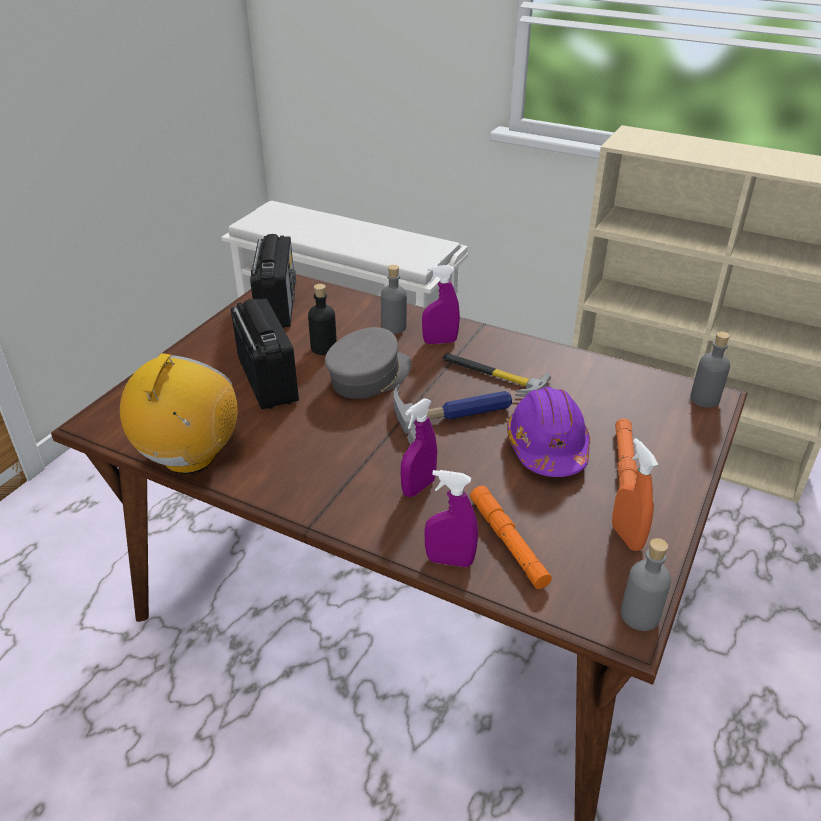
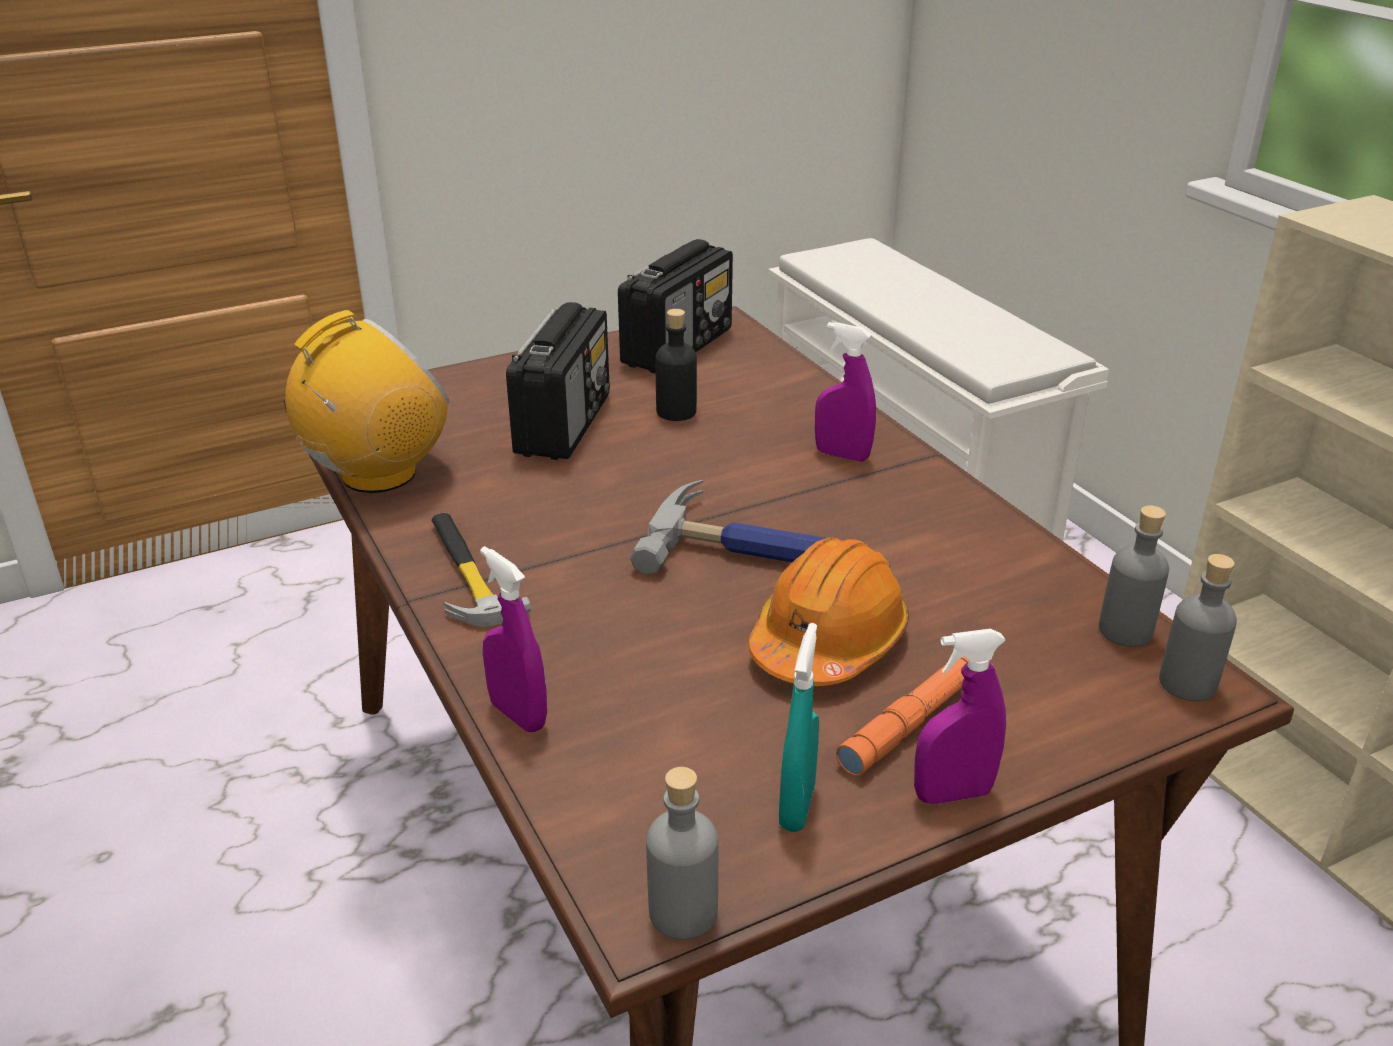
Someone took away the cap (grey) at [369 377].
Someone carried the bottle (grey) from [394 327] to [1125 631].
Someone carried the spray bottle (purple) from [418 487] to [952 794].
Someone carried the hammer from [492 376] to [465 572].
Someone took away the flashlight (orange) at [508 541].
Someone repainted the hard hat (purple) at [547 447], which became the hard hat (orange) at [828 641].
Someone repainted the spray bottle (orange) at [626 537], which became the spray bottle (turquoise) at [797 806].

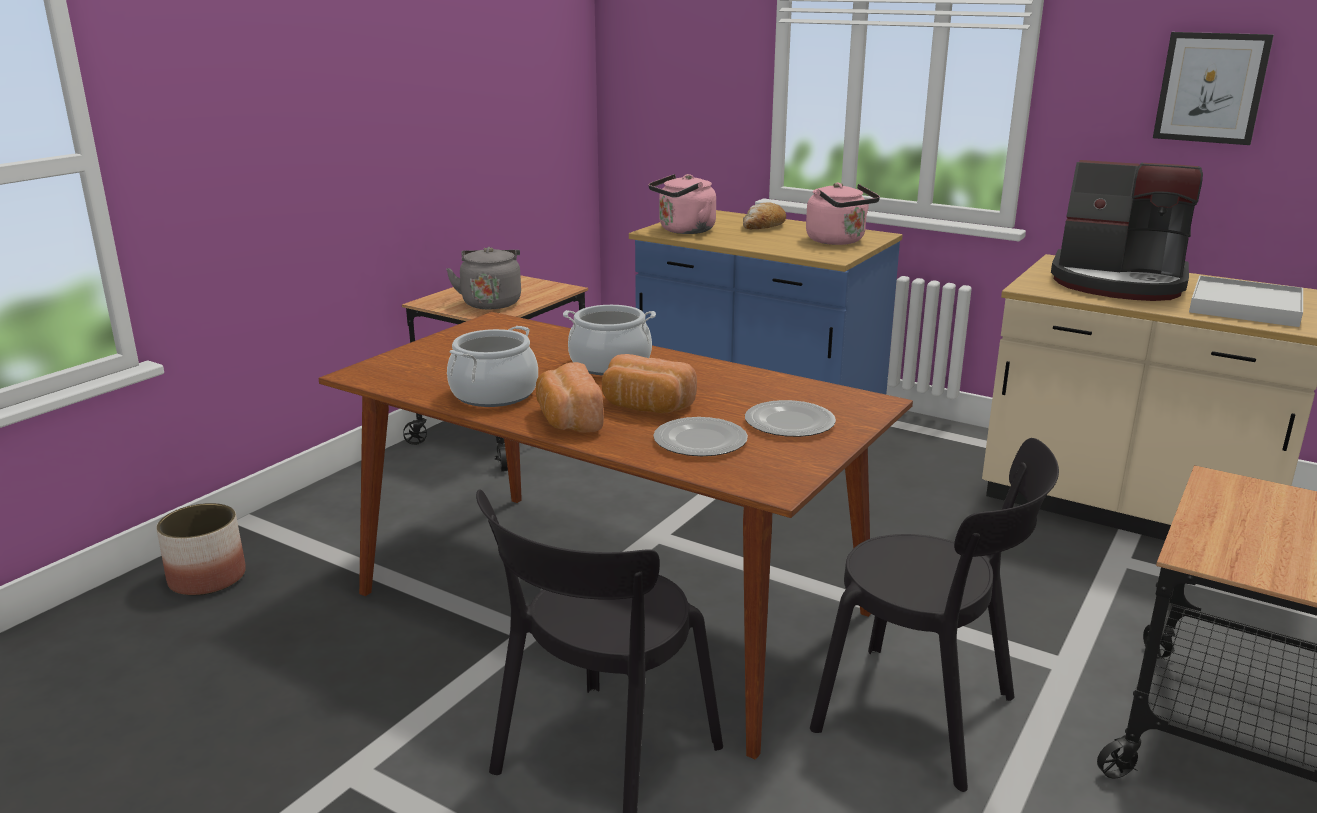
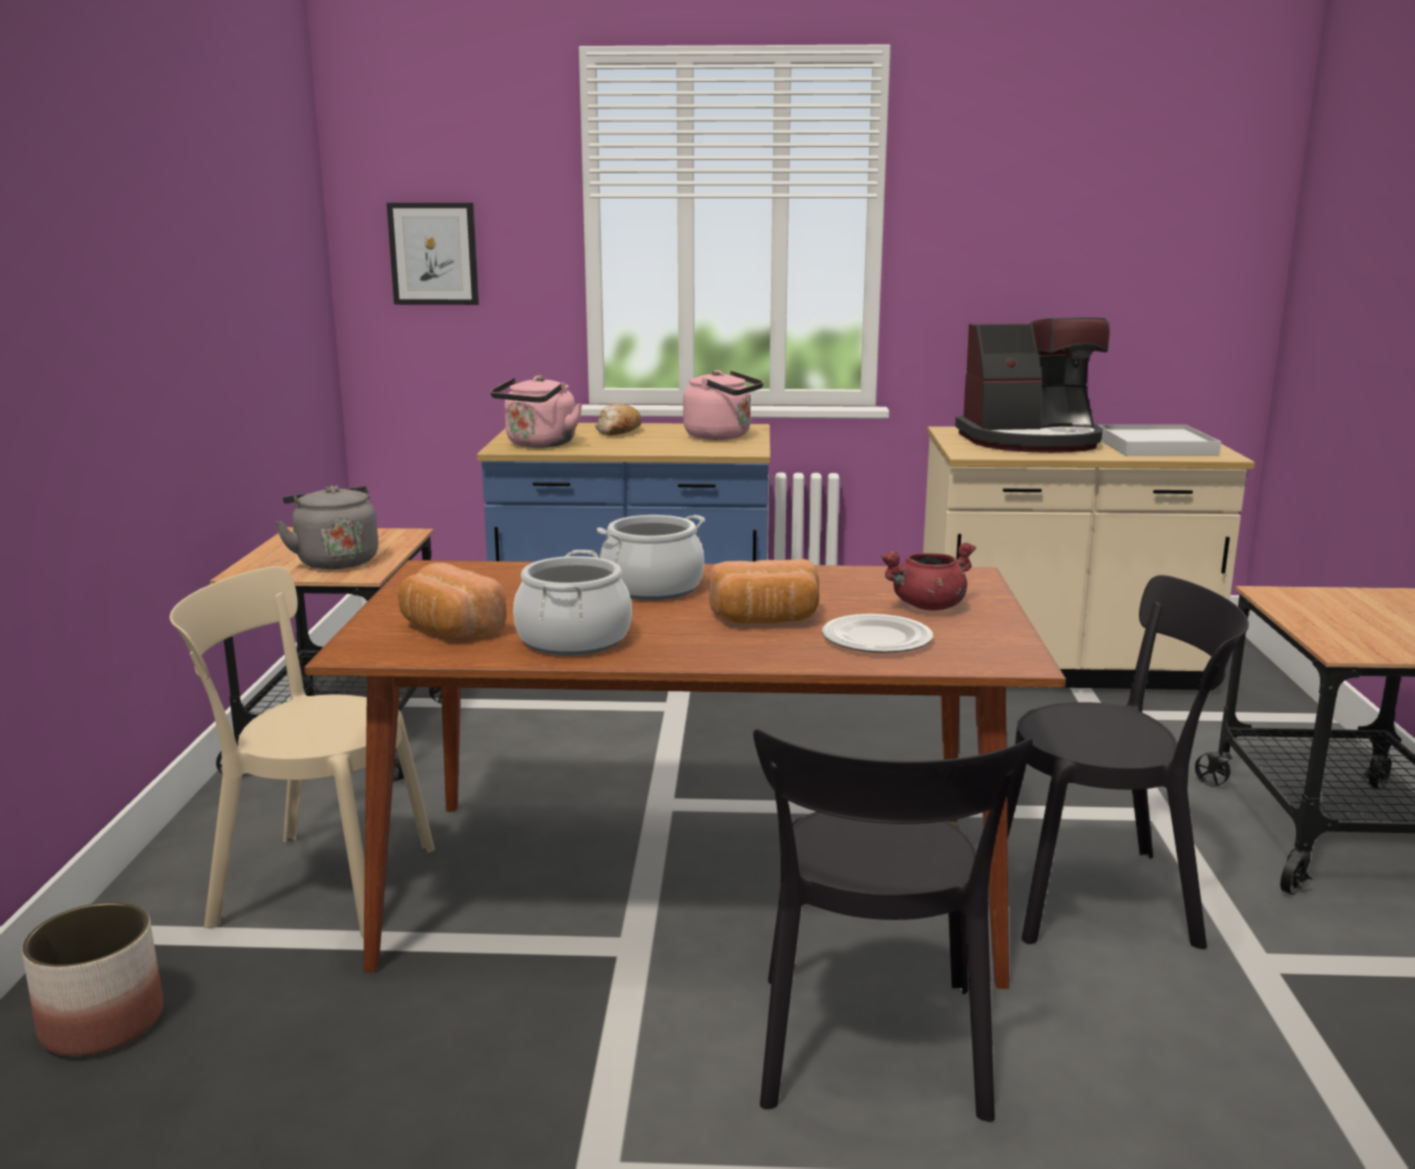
Someone carried the bread from [567 420] to [448 629].
Someone swapped the plate at [788 423] for the cooking pot (red) at [928 607].
Someone carried the picture from [1211 88] to [433 254].
Someone put down the chair (beige) at [315 884].

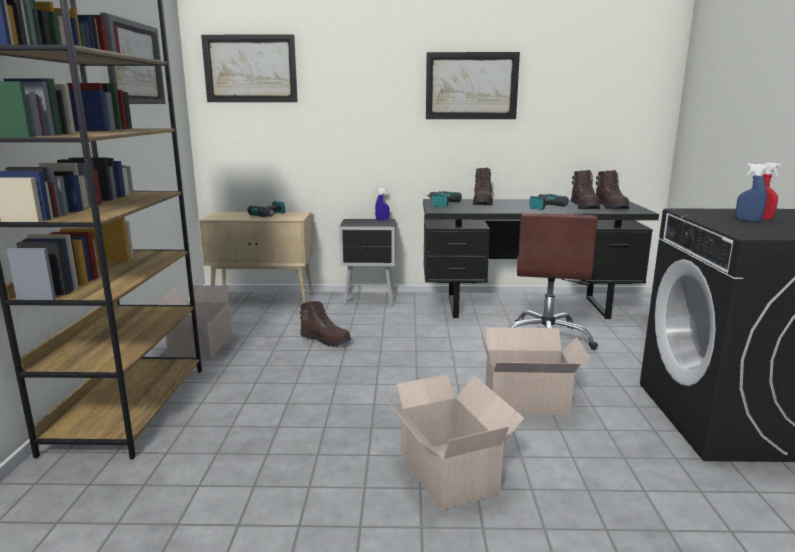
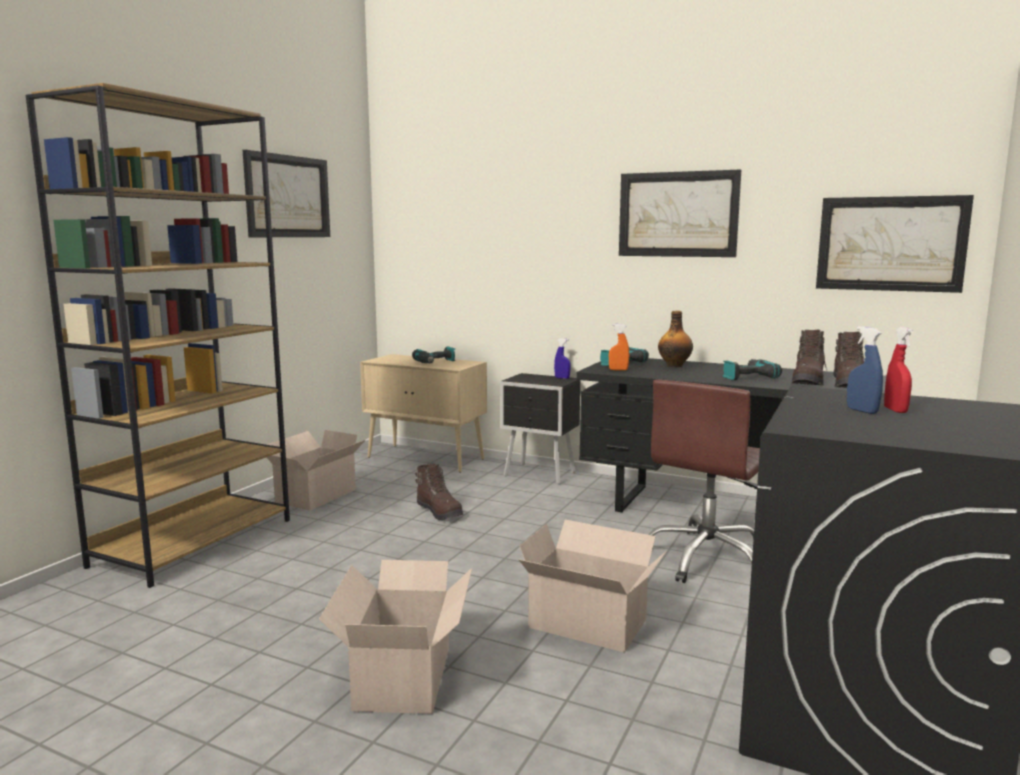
Someone carried the picture from [250 69] to [890 244].
Someone swapped the boot (brown) at [482 203] for the bottle at [675 366].
Someone put down the spray bottle (orange) at [618 370].

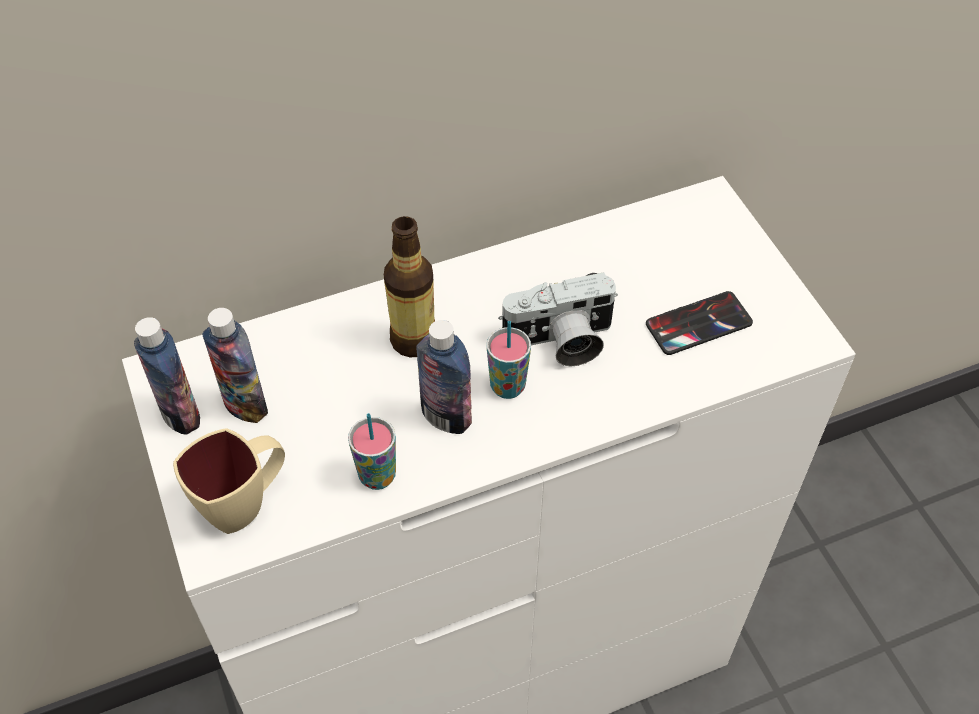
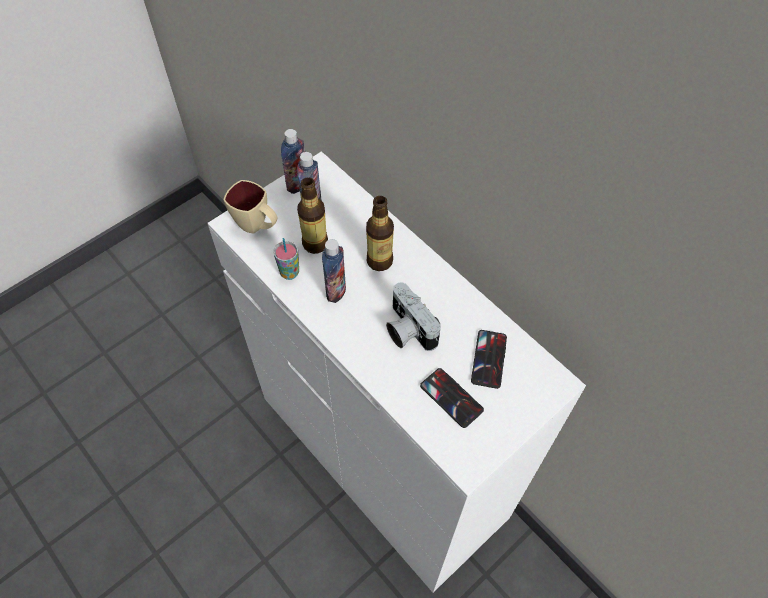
Someone took away the cup at [507 387].
Someone put down the bottle at [315 243].
Someone put down the phone at [489 359].

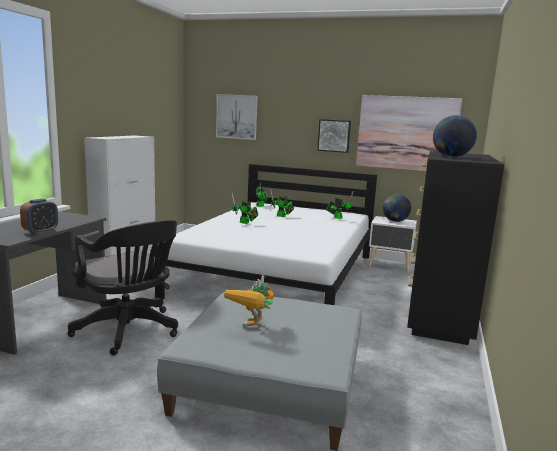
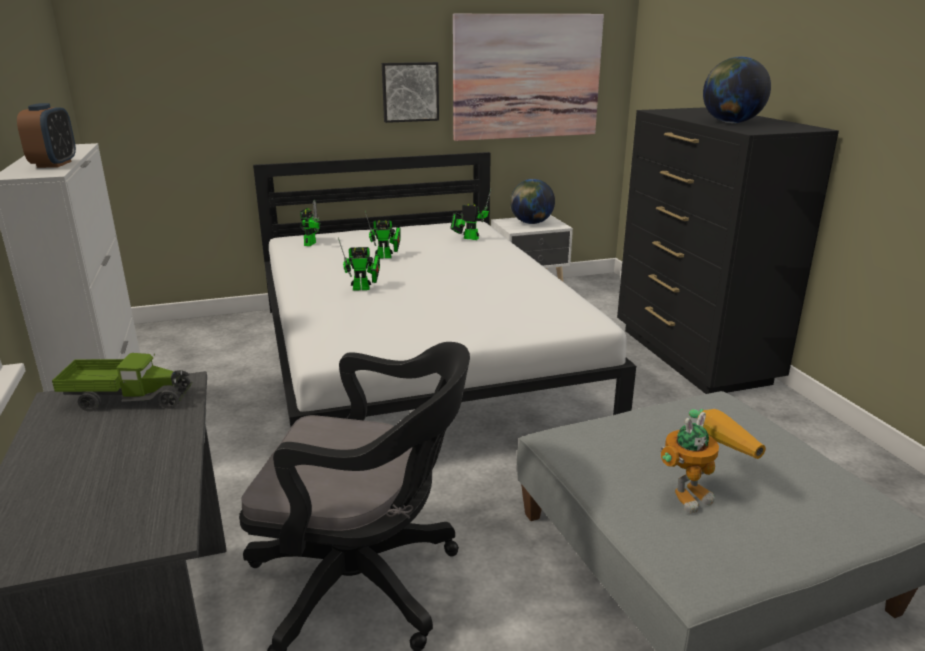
Someone carried the alarm clock from [40 231] to [54 164].
Someone took away the picture at [236 117].
Someone rotated the toy robot at [253 329] by 105 degrees counterclockwise.
Someone put down the toy truck at [128 399].

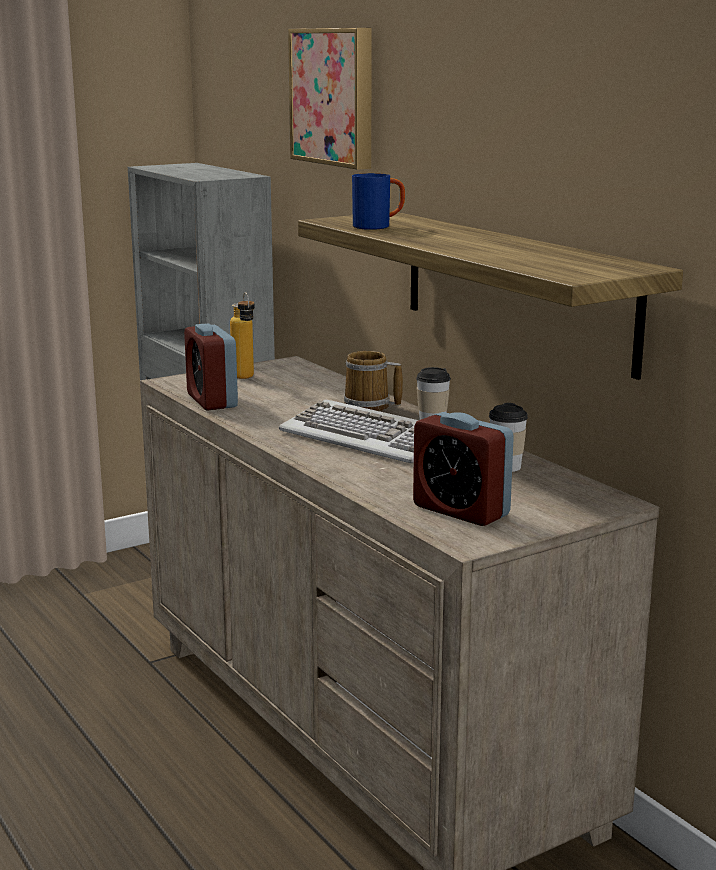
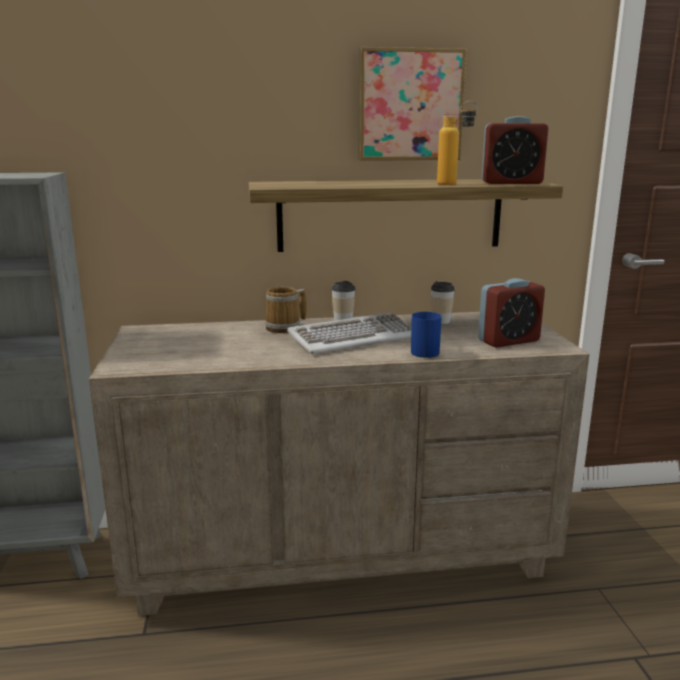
Someone carried the alarm clock from [212 401] to [511 183].
Someone carried the bottle from [245 378] to [454 184].
Someone carried the picture from [335 96] to [409 105].
Someone carried the mug (blue) from [378 226] to [425 351].

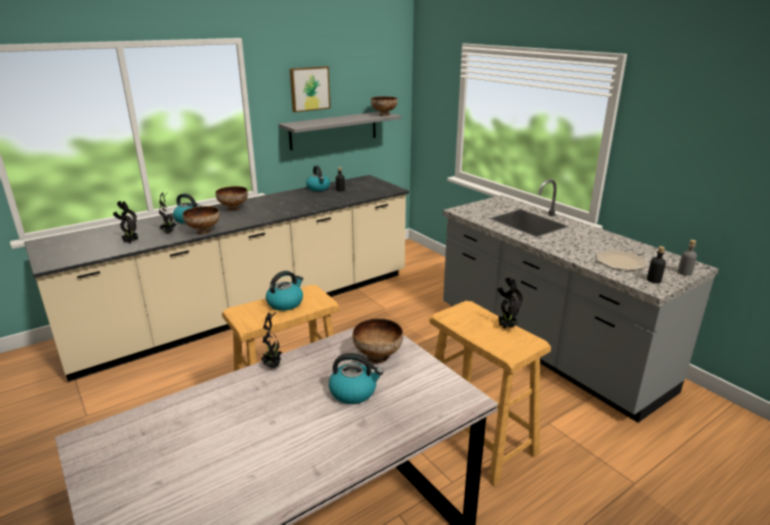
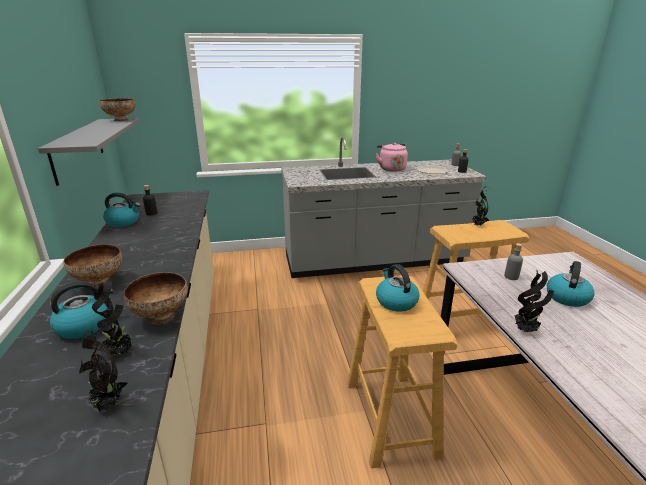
Someone took away the picture at [309 88].
Someone swapped the bowl at [378 357] for the bottle (grey) at [511 277].
Someone put down the kettle (pink) at [391 168].

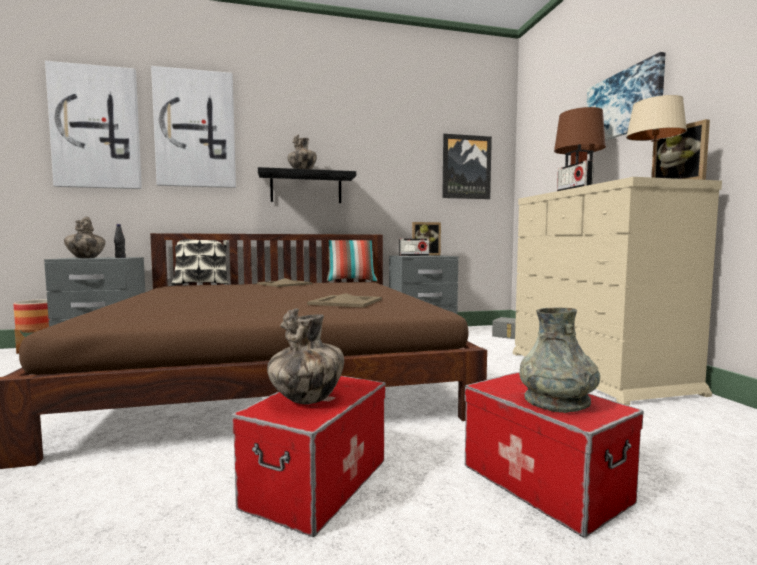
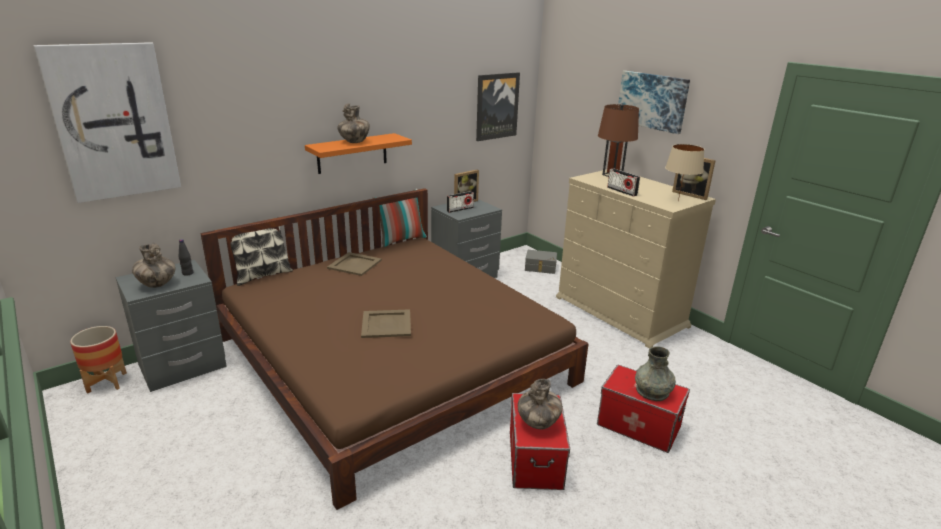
Someone took away the picture at [195 129].
Someone repainted the shelf (black) at [306 188], which became the shelf (orange) at [352 153].
Someone carried the tray (beige) from [345 302] to [386 324].

